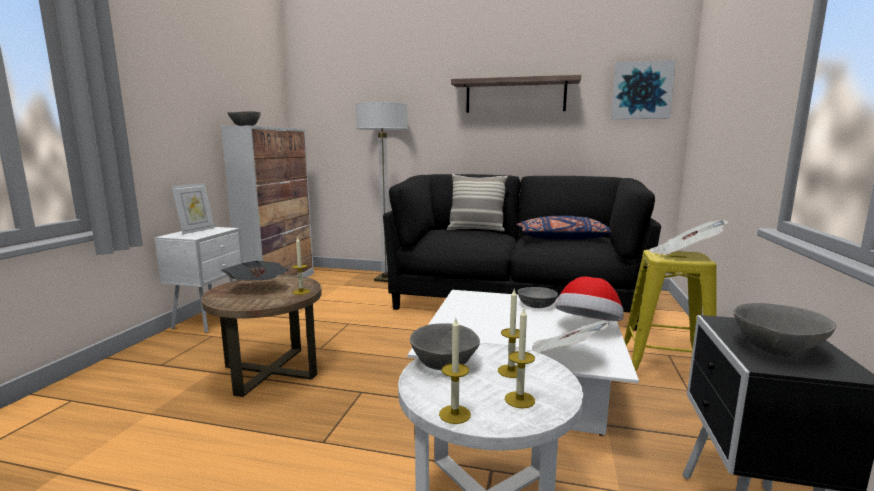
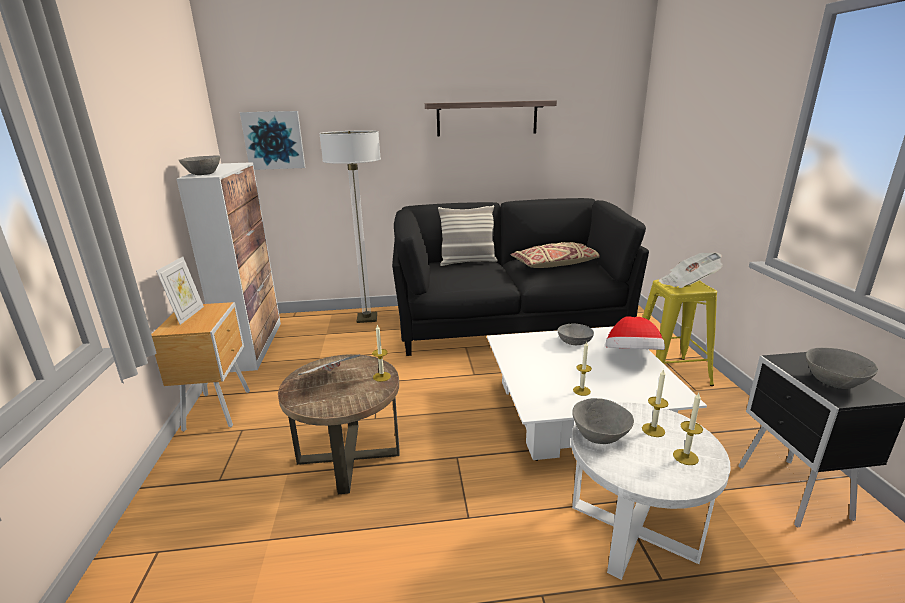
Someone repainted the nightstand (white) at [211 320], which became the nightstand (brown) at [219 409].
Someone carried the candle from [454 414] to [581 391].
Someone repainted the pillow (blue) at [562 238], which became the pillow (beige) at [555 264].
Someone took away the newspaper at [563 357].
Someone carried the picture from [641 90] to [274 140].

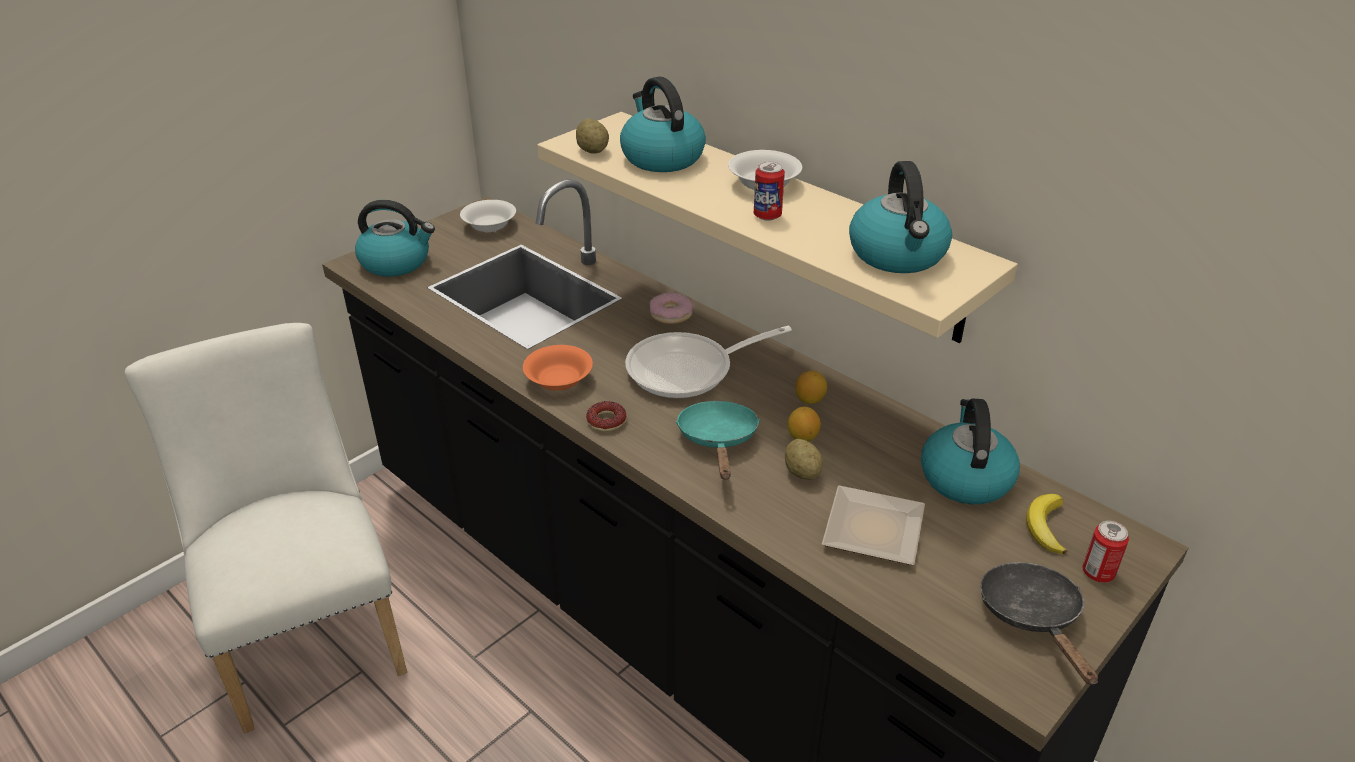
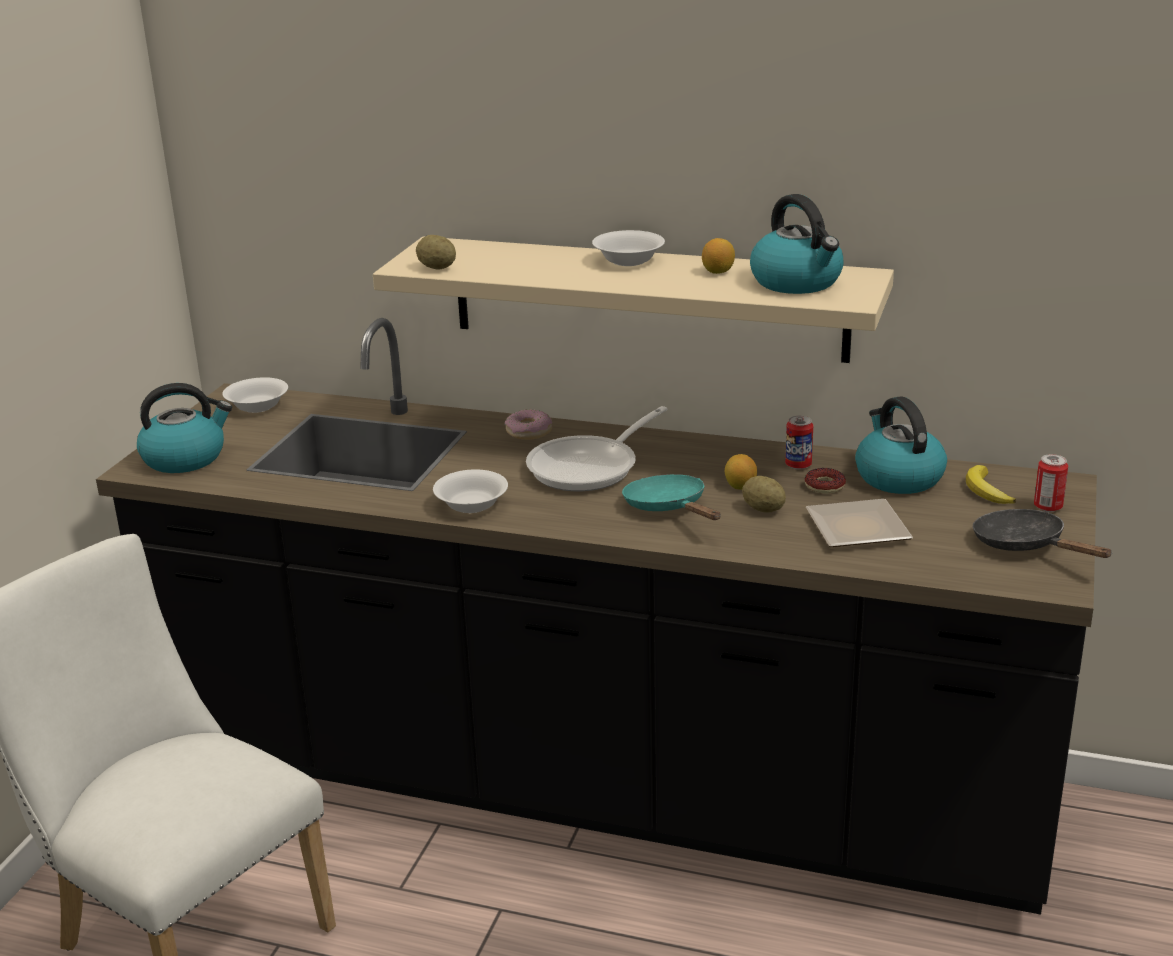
Someone repainted the bowl (orange) at [560 380], which became the bowl (white) at [472 505].
Someone carried the donut from [606 421] to [824 486].
Someone took away the kettle at [661 157].
Someone carried the can from [767 216] to [798 465].
Someone carried the lemon from [809 400] to [718 272].

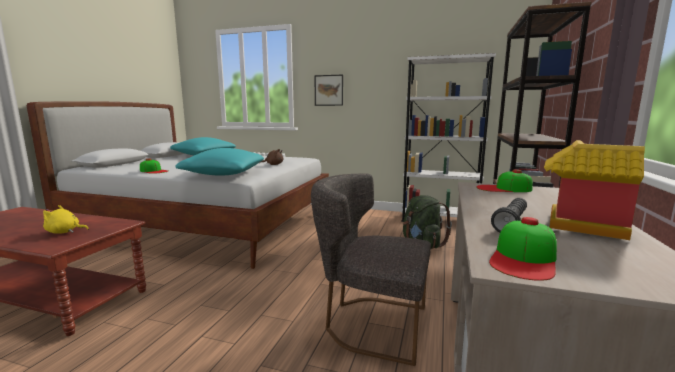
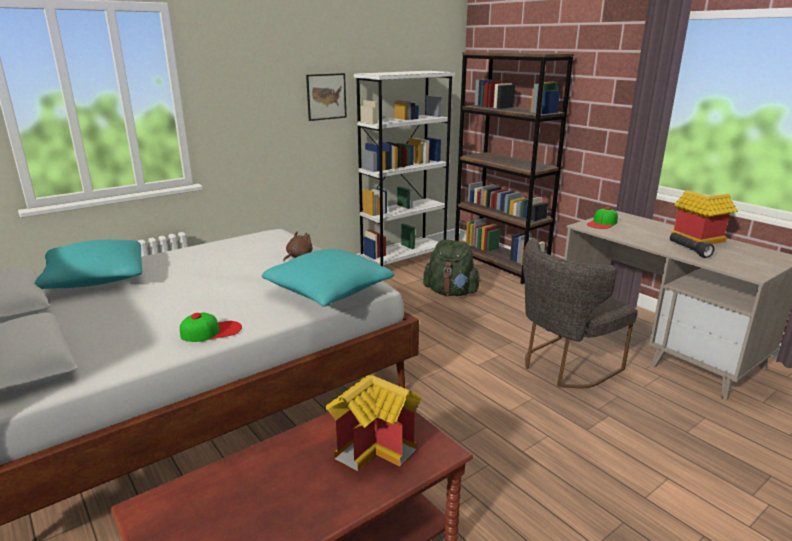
Someone swapped the plush toy (yellow) at [65 232] for the toy house at [376 447].
Someone carried the picture from [328 90] to [326 96].
Someone took away the cap at [524 258].

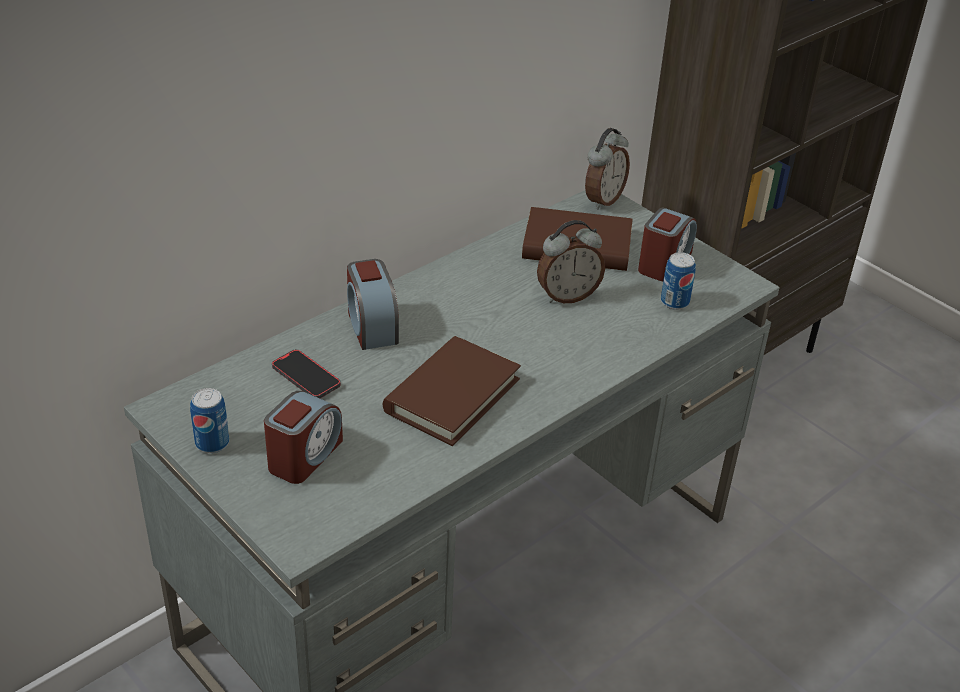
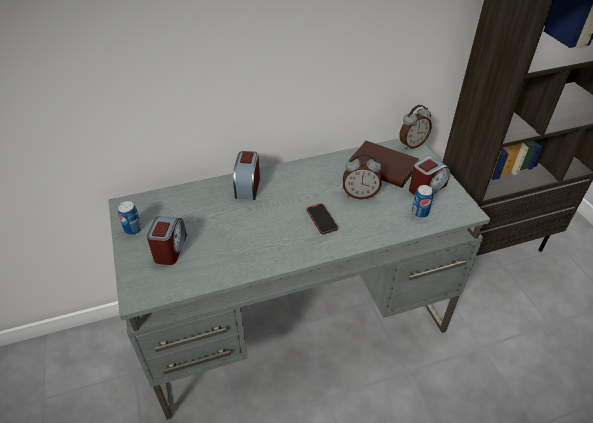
Someone rotated the alarm clock at [304 456] by 45 degrees counterclockwise.
Someone carried the phone from [306 377] to [321 220].
Someone took away the book (brown) at [452 395].

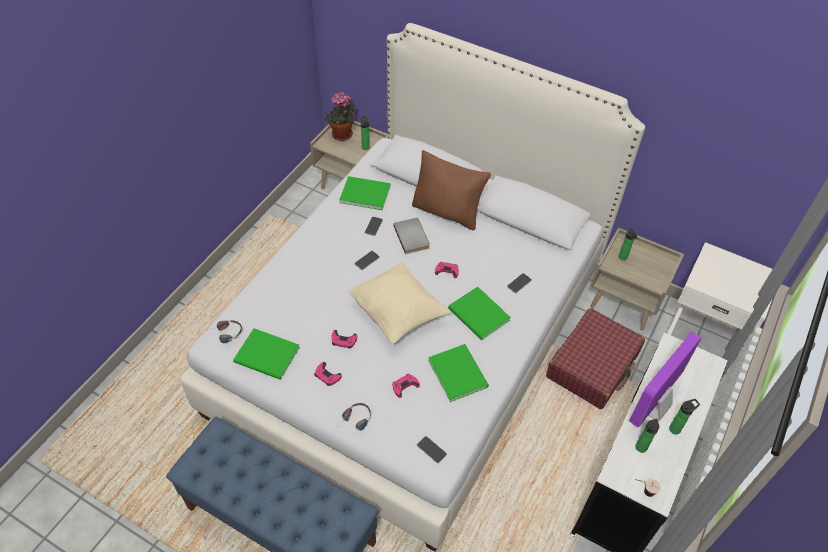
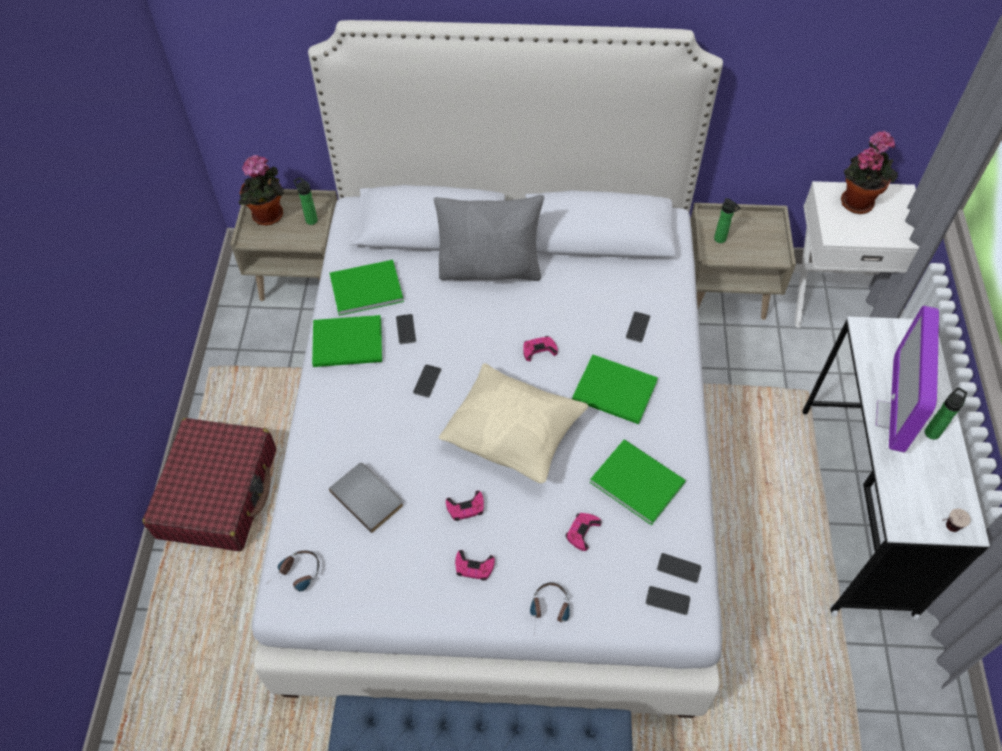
Someone carried the book (green) from [267 356] to [350 344].
Someone carried the book (grey) from [413 236] to [368 497].
Someone repainted the pillow (brown) at [447 212], which became the pillow (grey) at [490 269].
Someone carried the suitcase (red) from [593 365] to [218 493].
Someone took away the bottle at [640 449].
Someone put down the phone at [679 568].
Someone put down the potted plant at [857 200].

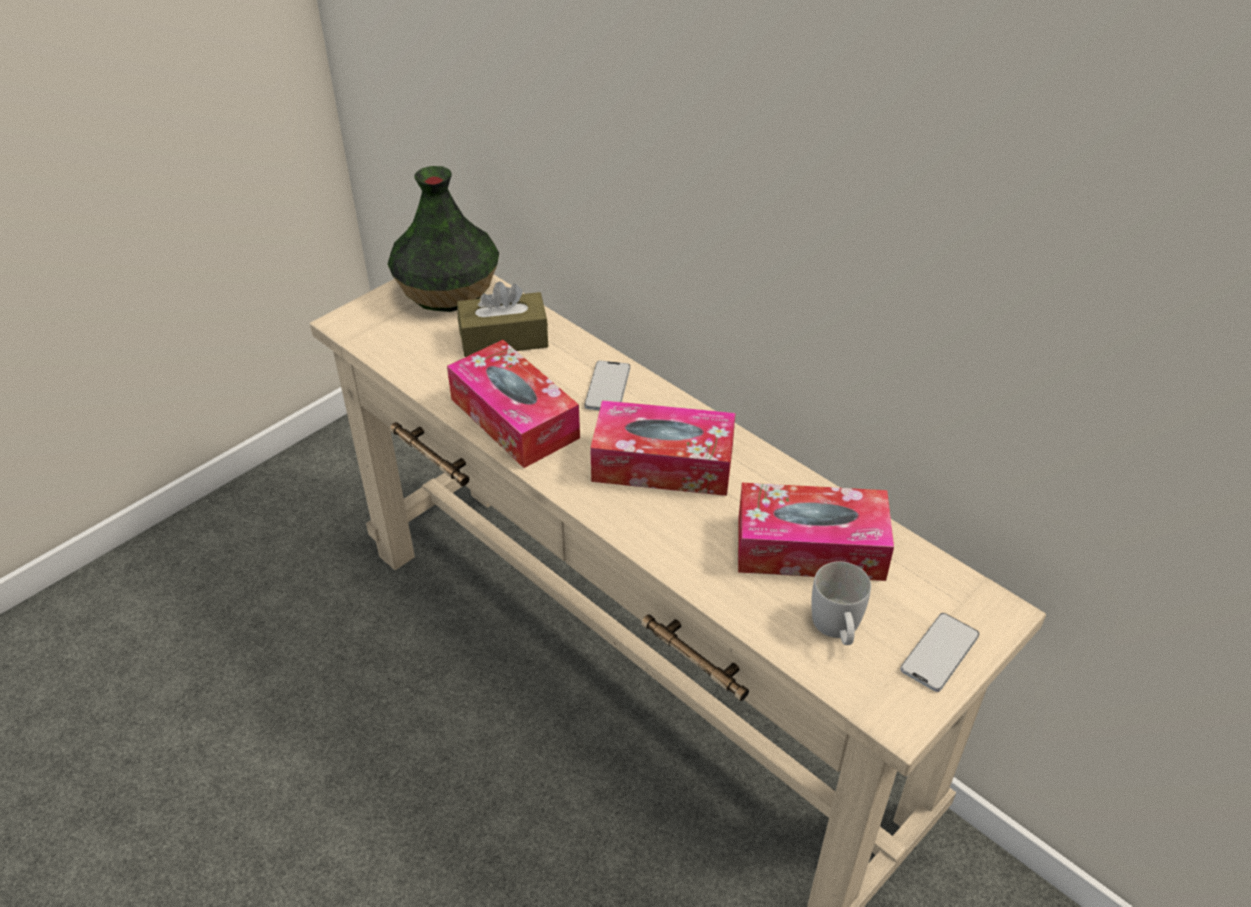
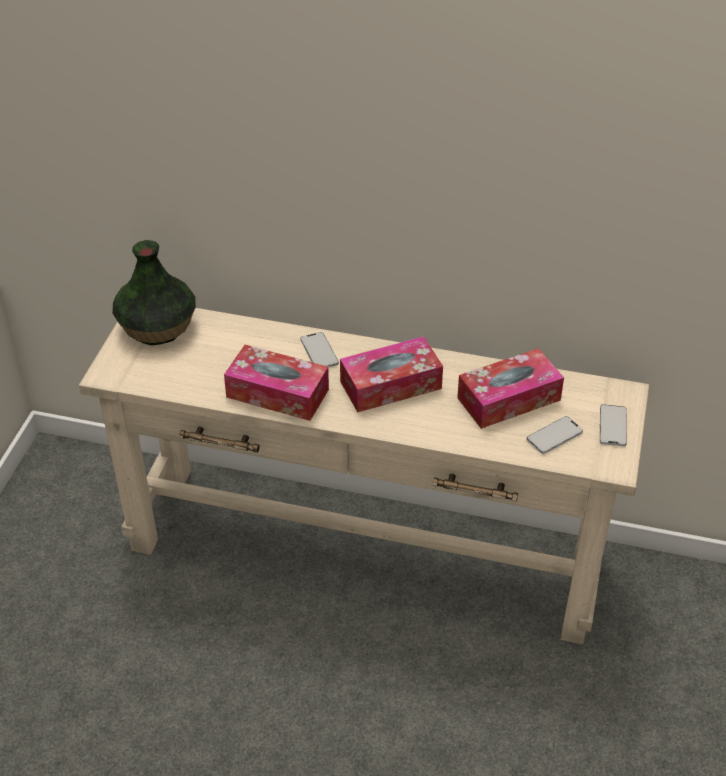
Someone took away the tissue box (brown) at [504 339].
Someone swapped the mug (white) at [837 629] for the phone at [554 436].

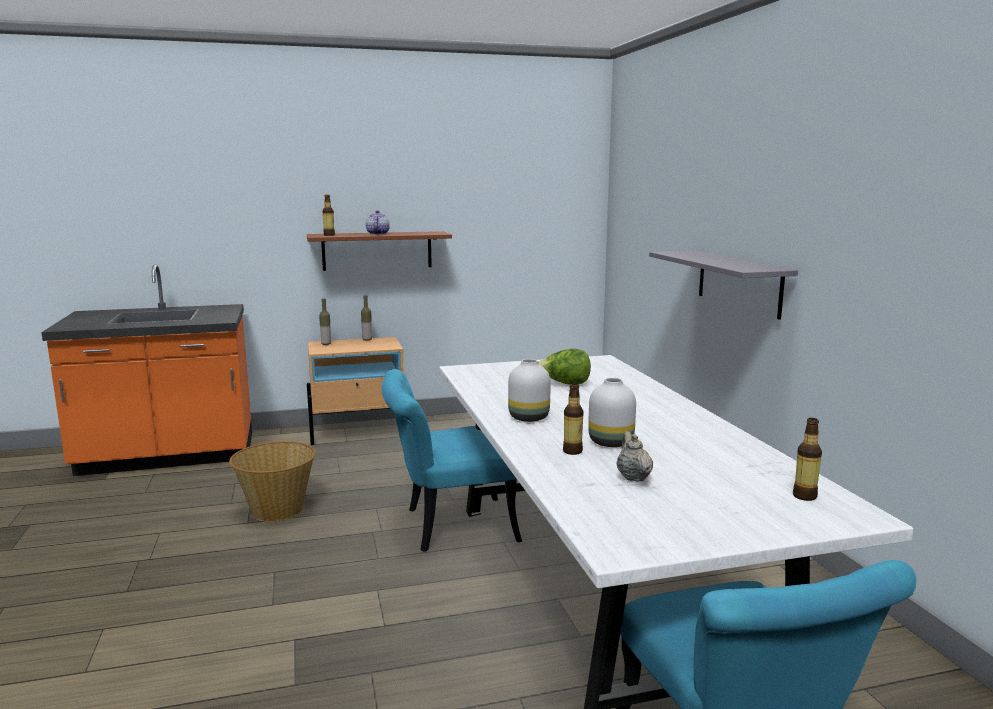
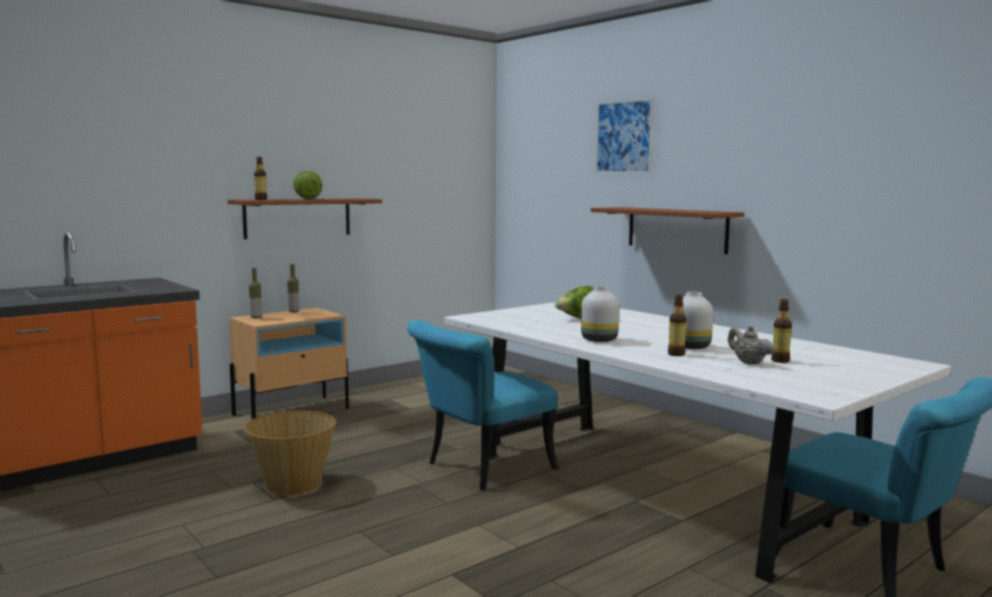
Someone swapped the teapot at [377 234] for the lettuce at [307 199].
Someone repainted the shelf (grey) at [738 283], which became the shelf (brown) at [676 229].
Someone carried the bottle from [804 496] to [780 361].
Someone put up the picture at [624 137].

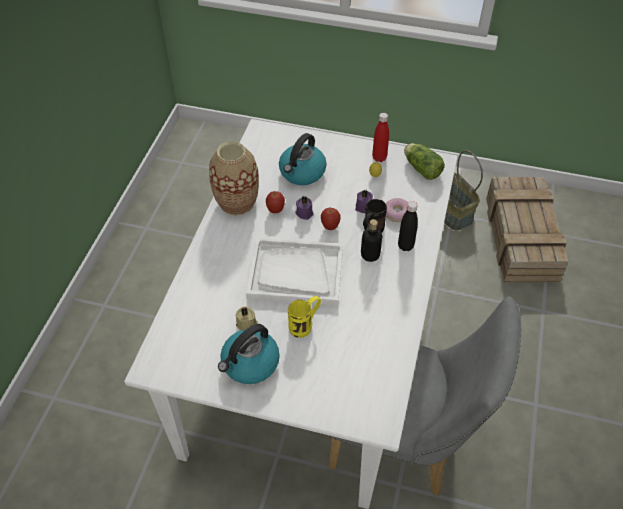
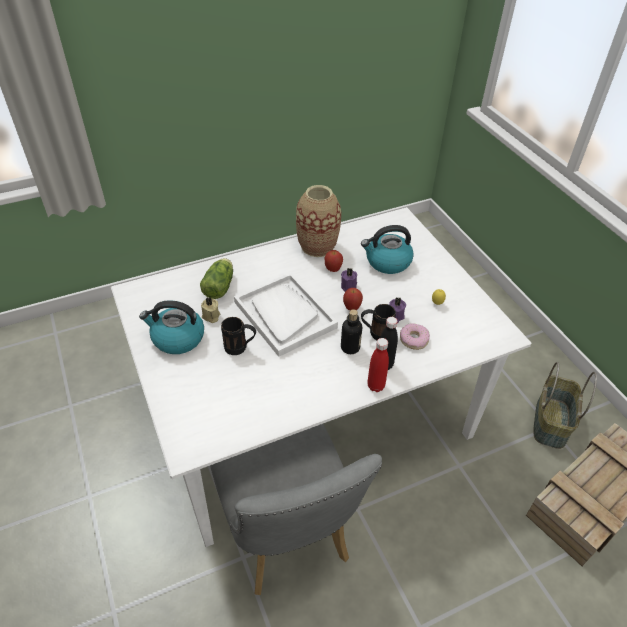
Someone repainted the mug (yellow) at [305 325], which became the mug (black) at [240 348].
Someone carried the bottle (red) from [379 158] to [375 386].
Someone carried the lettuce from [421 168] to [220 285].

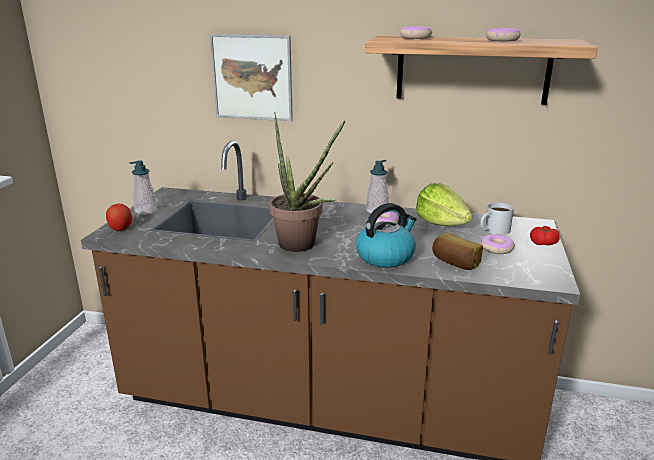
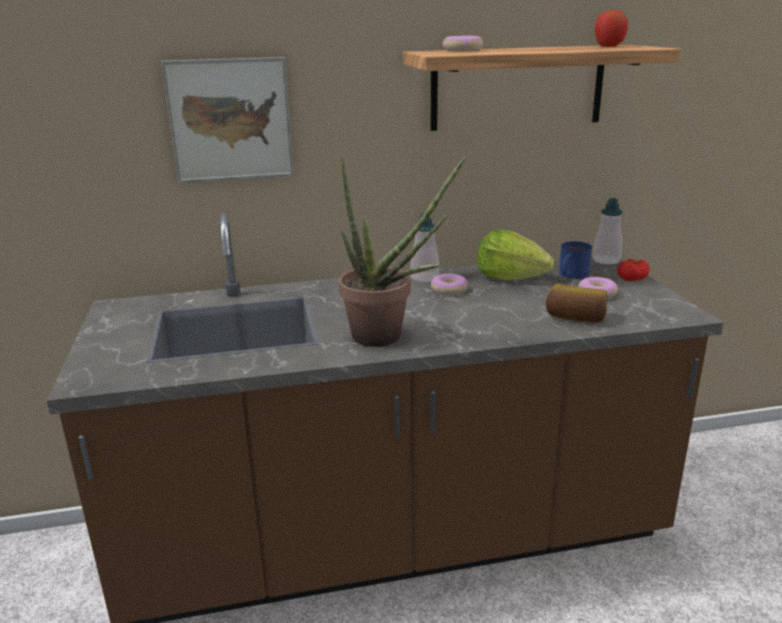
Someone carried the apple from [120 229] to [609 46].
Someone carried the soap dispenser from [146 211] to [606 260].
Someone took away the kettle at [385 256].
Someone repainted the mug (white) at [493 230], which became the mug (blue) at [571 275].
Someone took away the donut at [502 40].

